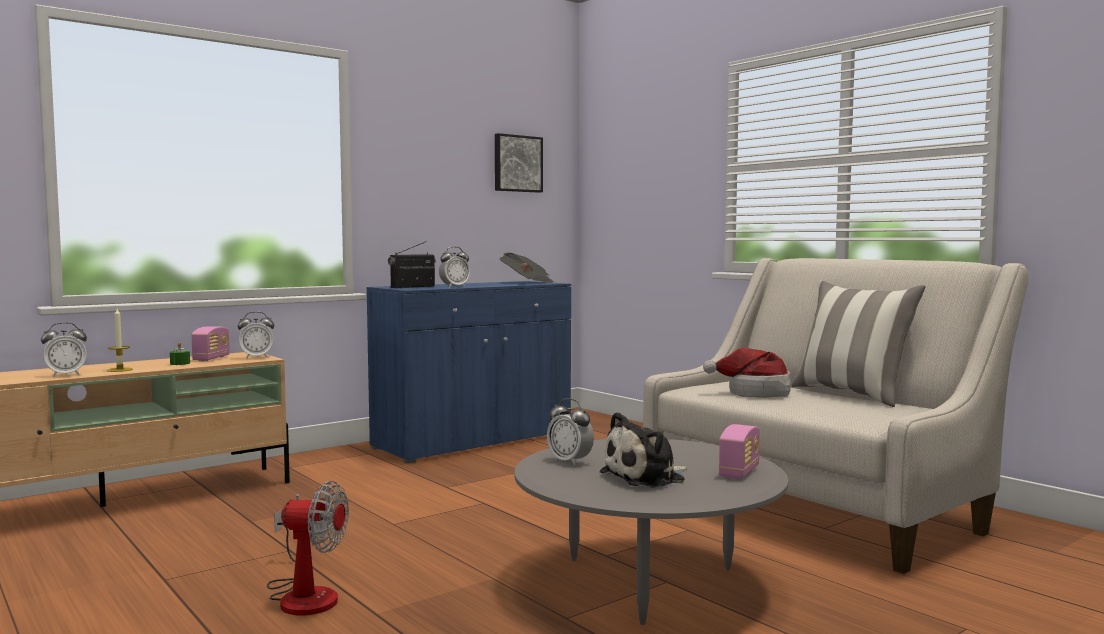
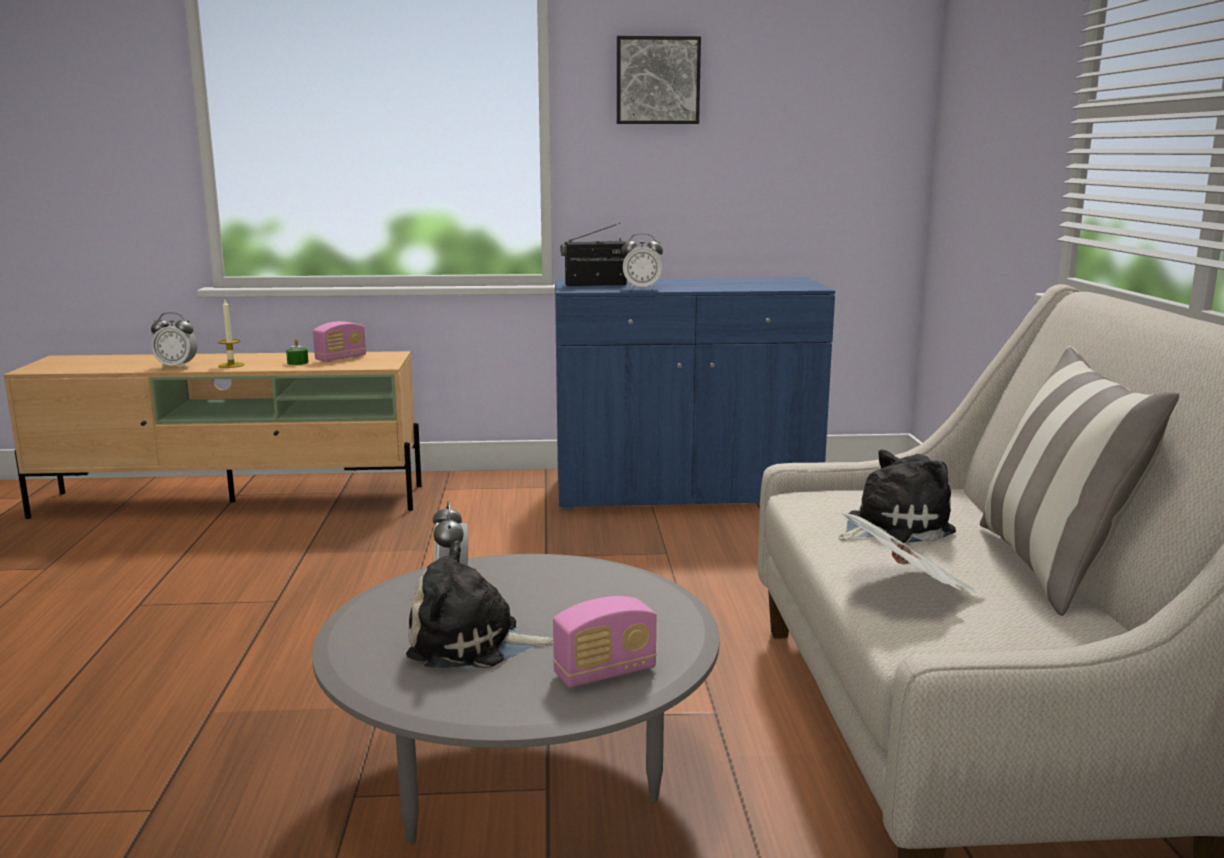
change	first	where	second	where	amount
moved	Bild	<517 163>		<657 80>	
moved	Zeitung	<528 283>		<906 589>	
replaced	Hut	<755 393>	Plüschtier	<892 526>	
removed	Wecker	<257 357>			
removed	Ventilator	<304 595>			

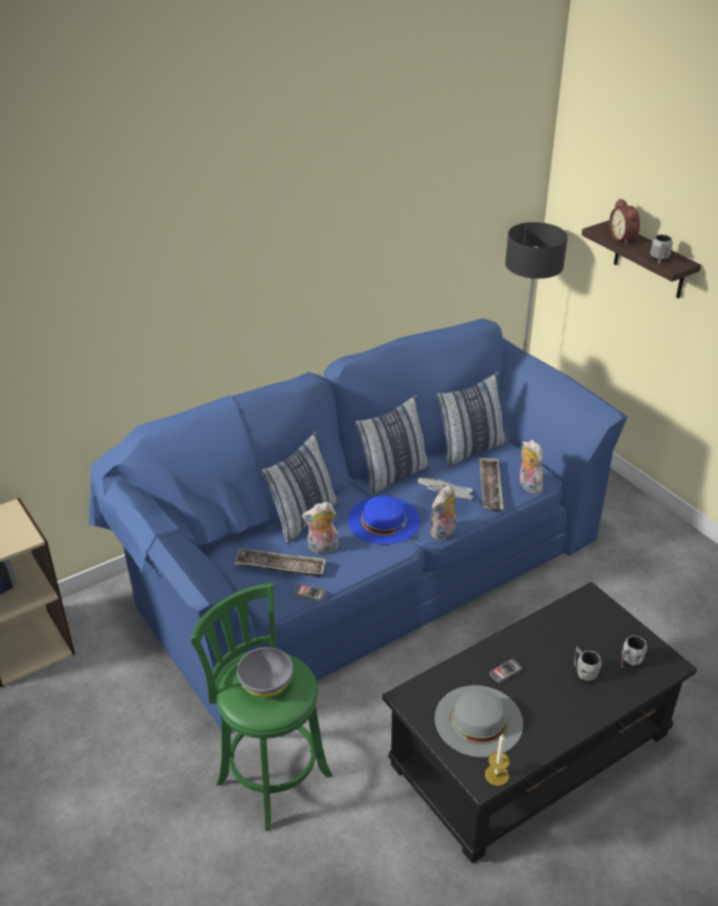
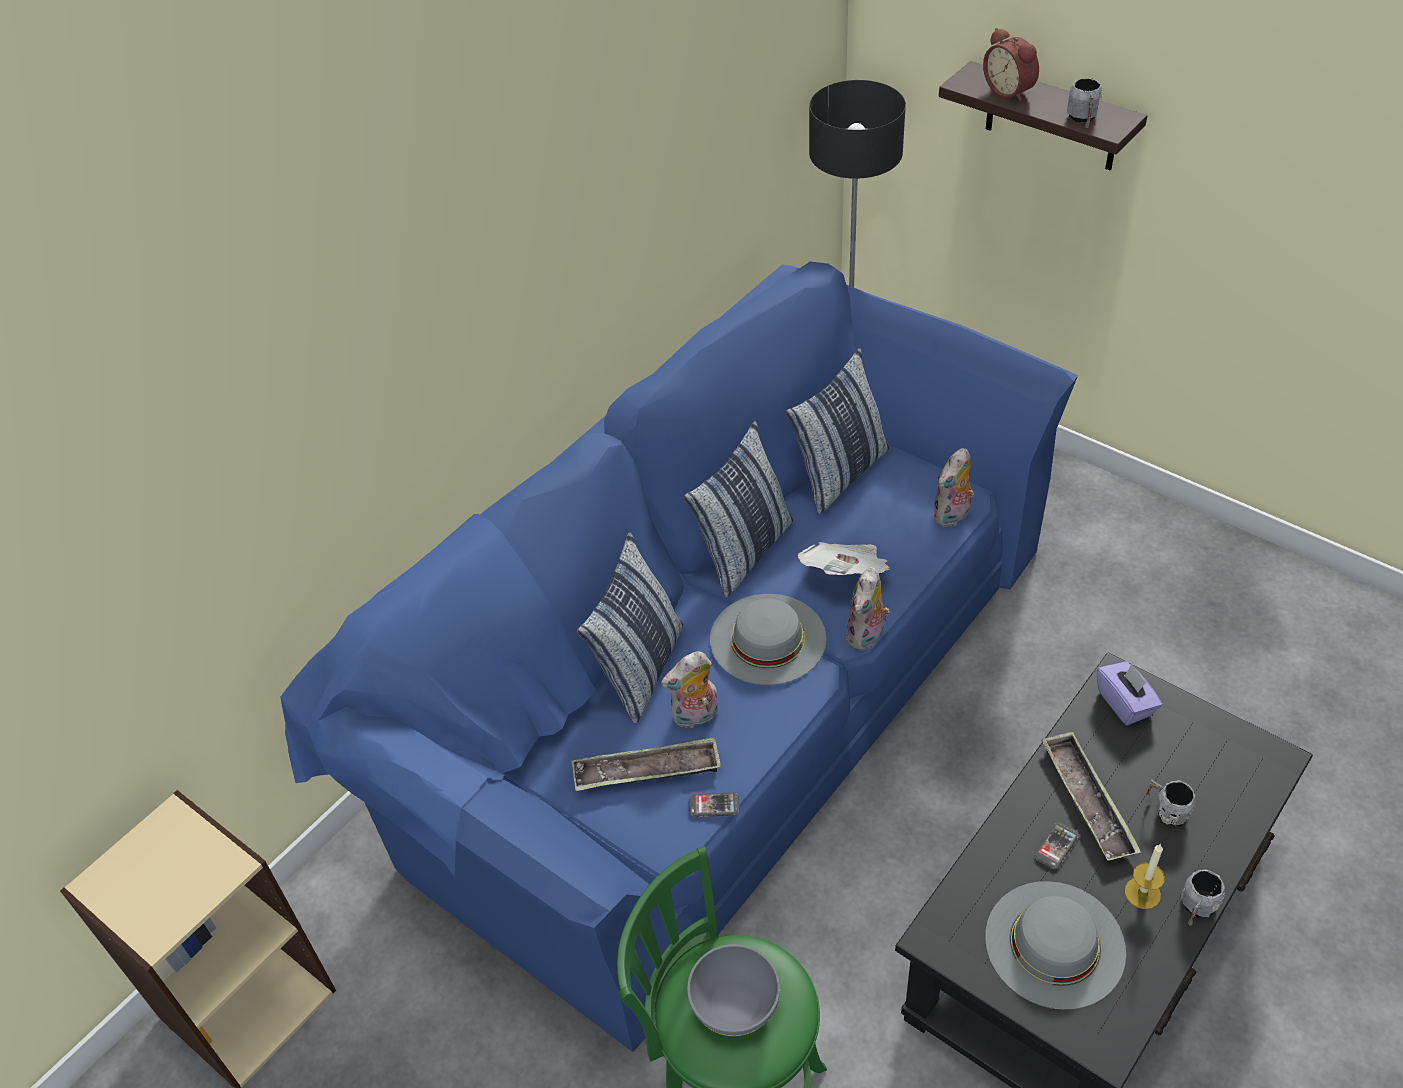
change	first	where	second	where	amount
recoloured	Hut (blau)	<384 520>	Hut (grau)	<768 638>	
turned	Plüschtier	<528 485>		<952 516>	90 degrees counterclockwise
moved	Tablett	<490 488>		<1087 800>	
added			Taschentuchbox (lila)	<1125 703>	
moved	Kerze	<497 775>		<1142 893>	
moved	Henkelbecher (grau)	<629 661>		<1196 909>	

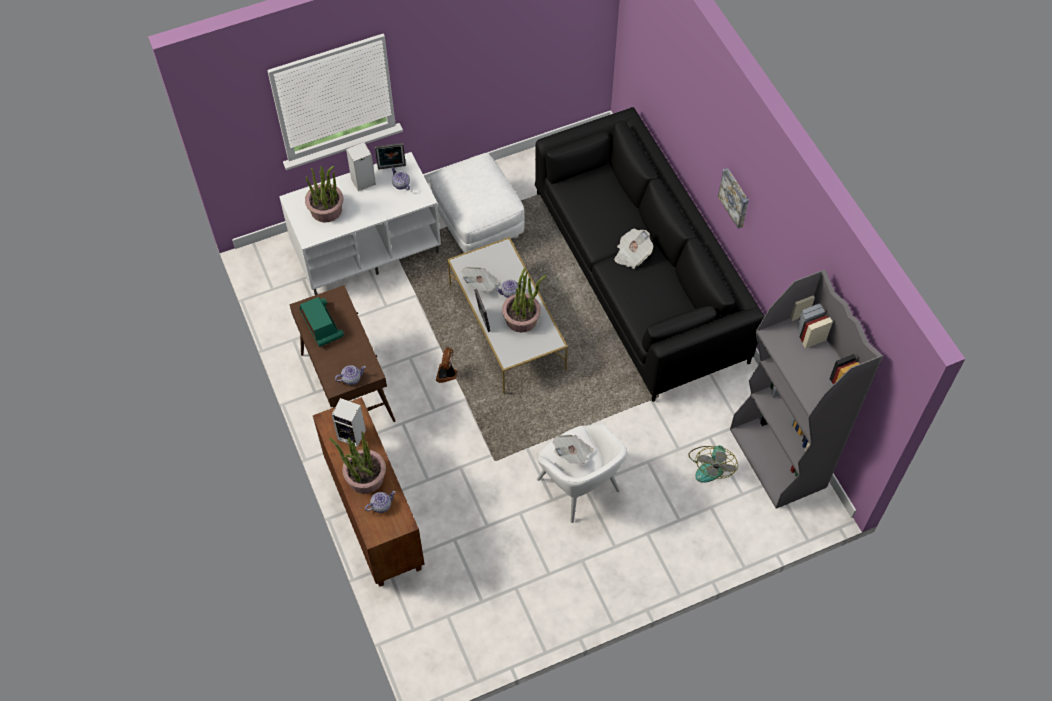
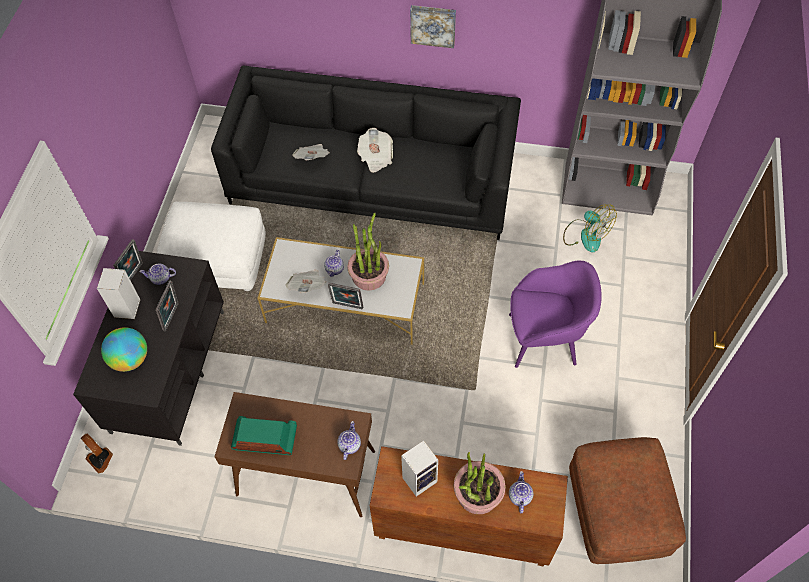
change	first	where	second	where	amount
recoloured	Fernsehschrank (weiß)	<367 249>	Fernsehschrank (schwarz)	<168 369>	
moved	Ventilator	<447 373>		<101 458>	
replaced	Topfpflanze	<326 210>	Globus	<130 359>	
added			Bilderrahmen	<173 317>	
moved	Zeitung	<573 454>		<312 158>	
recoloured	Sessel (weiß)	<579 486>	Sessel (lila)	<544 339>	
added			Polsterhocker (braun)	<616 512>	

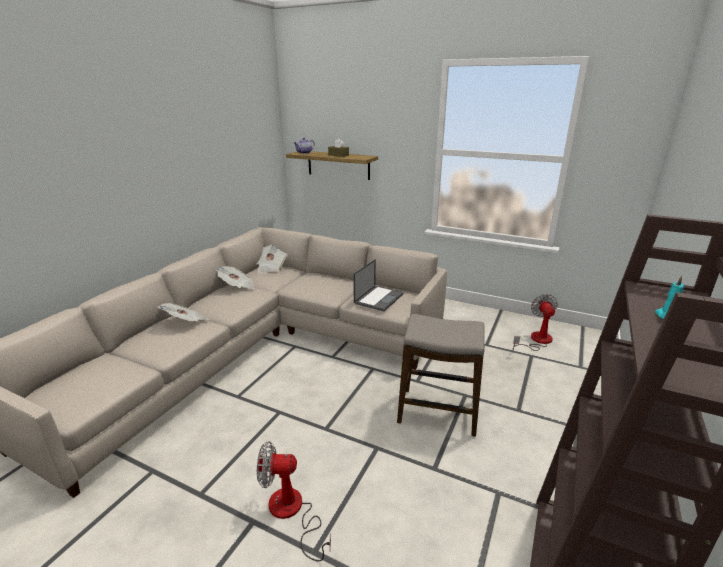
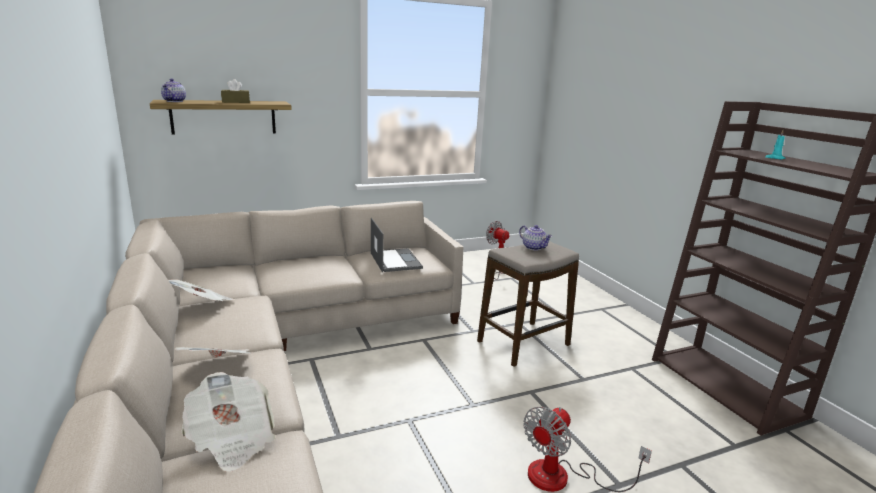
change	first	where	second	where	amount
moved	Zeitung	<271 267>		<232 439>	
added			Teekanne	<534 247>	

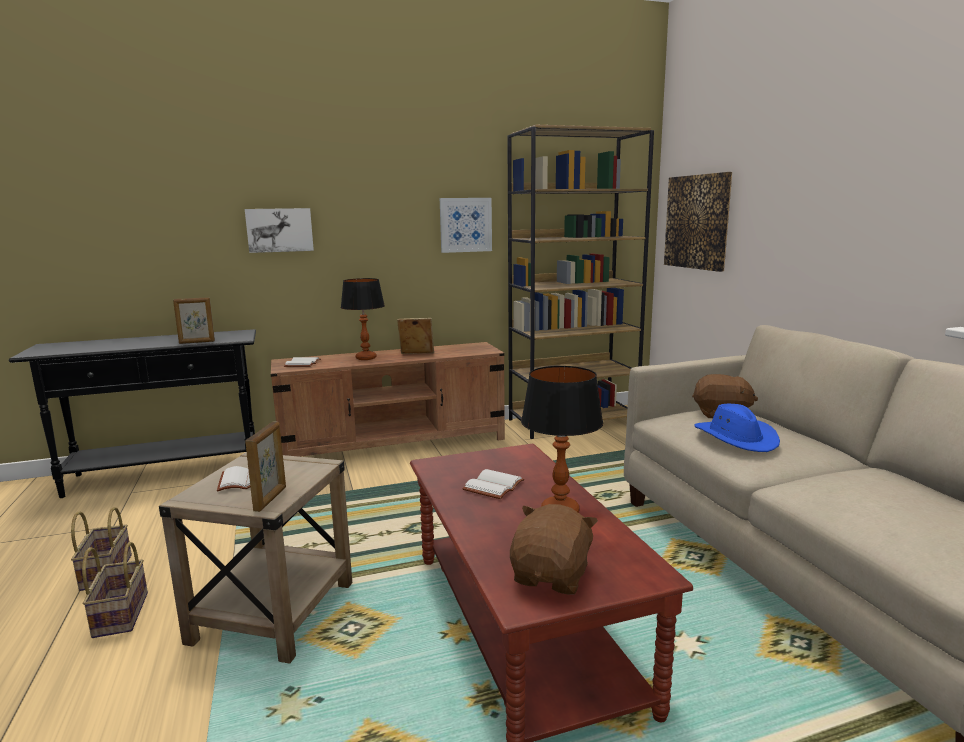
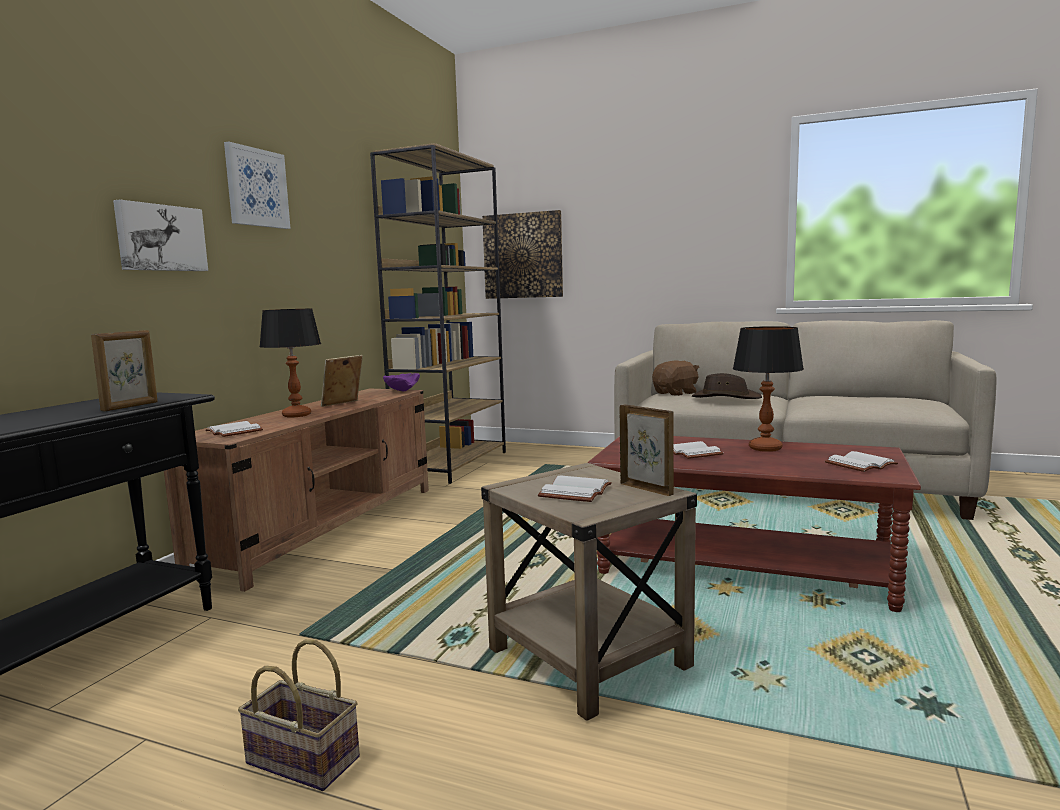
change	first	where	second	where	amount
moved	Bild	<465 225>		<256 188>	
added			Schüssel (lila)	<401 391>	
recoloured	Hut (blau)	<736 438>	Hut (braun)	<725 398>	
replaced	Plüschtier (braun)	<552 576>	Buch (weiß)	<861 465>	
removed	Korb	<120 613>			

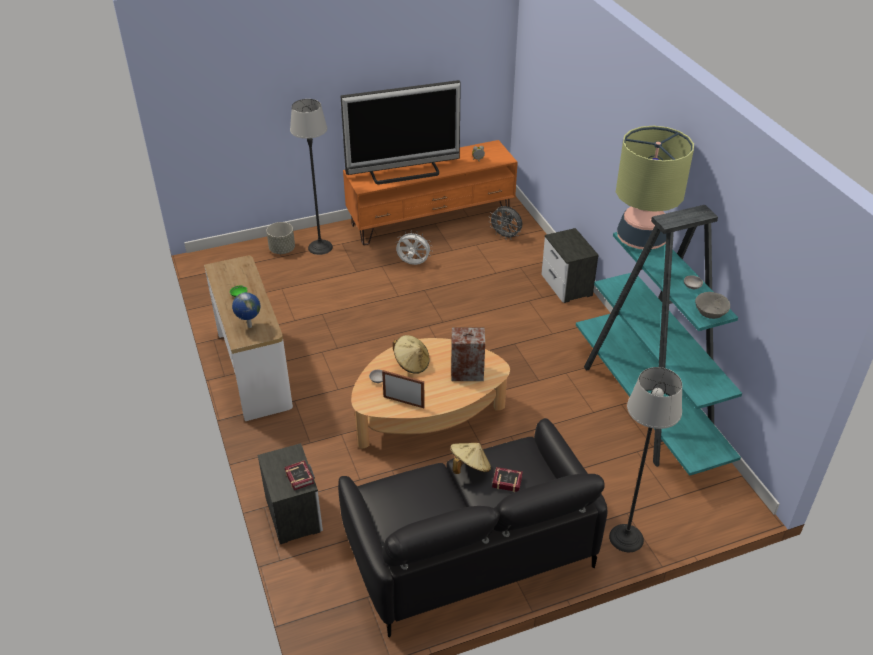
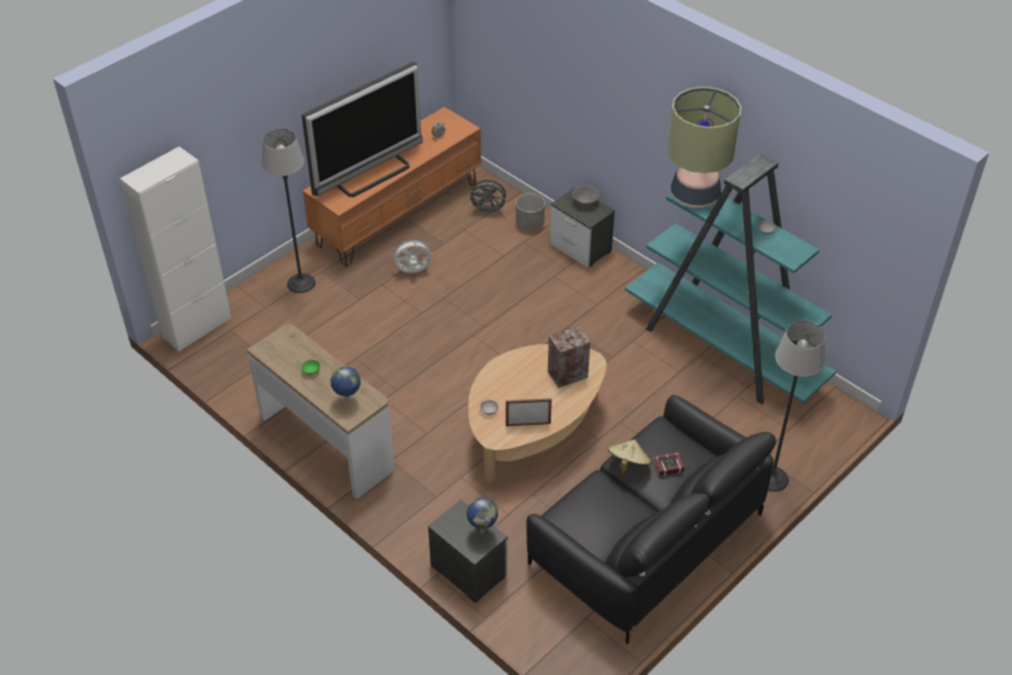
change	first	where	second	where	amount
added			Schrank (weiß)	<197 327>	
replaced	Buch	<299 476>	Globus	<482 530>	
moved	Pflanzkübel (grau)	<282 249>		<530 223>	
moved	Schüssel (grau)	<709 313>		<585 202>	
removed	Hut (beige)	<411 363>			

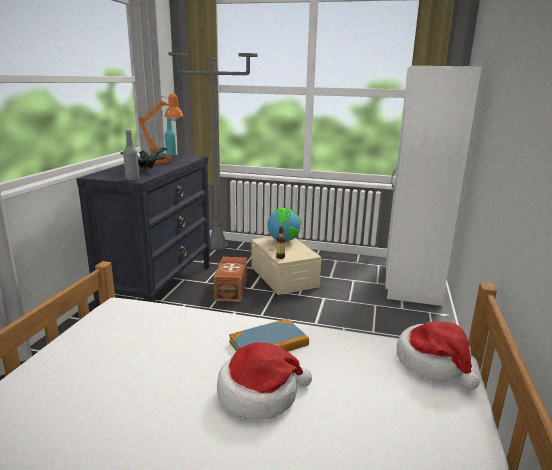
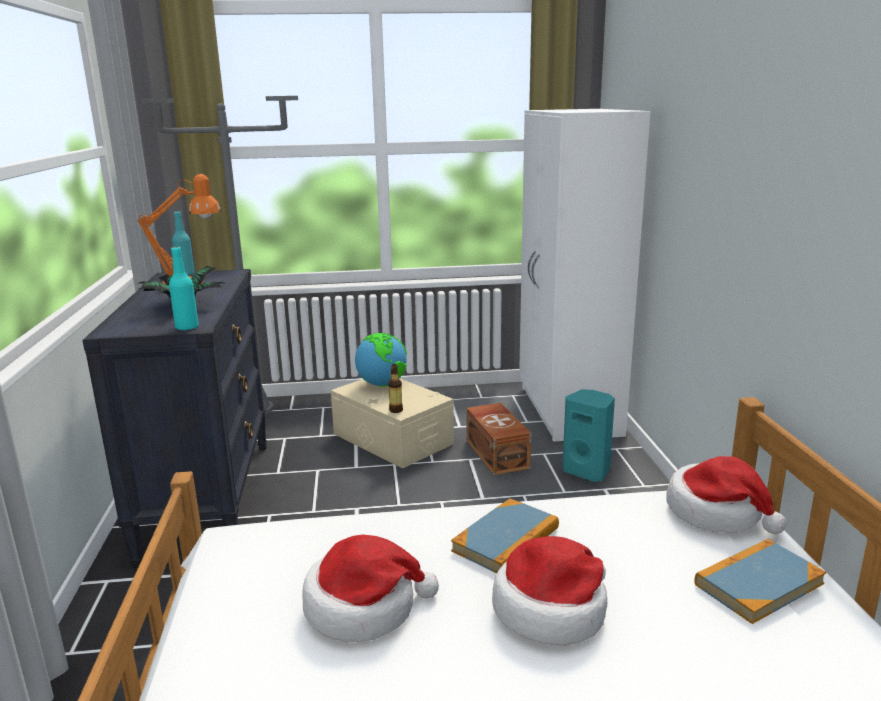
change	first	where	second	where	amount
recoloured	Flasche (grau)	<132 179>	Flasche (türkis)	<187 327>	
added			Hut	<364 607>	
moved	Aufbewahrungsbox (braun)	<232 289>		<497 453>	
added			Lautsprecher (türkis)	<587 471>	
added			Buch	<758 584>	

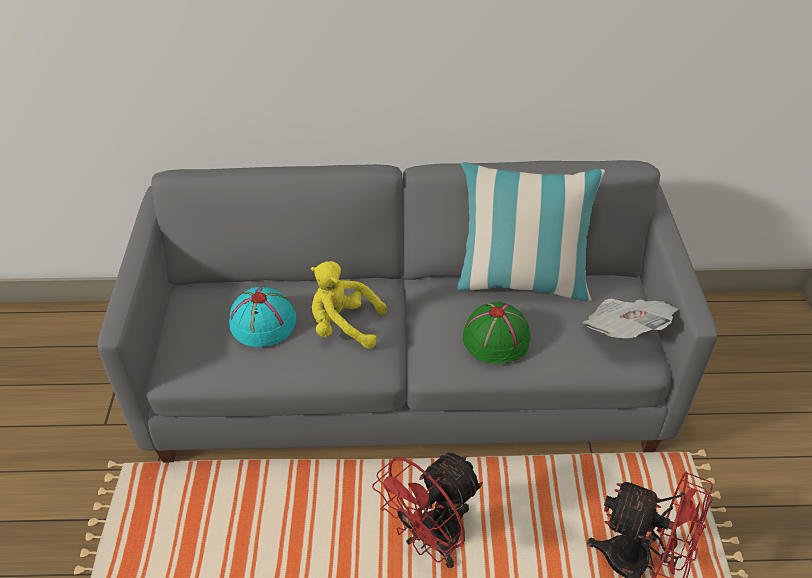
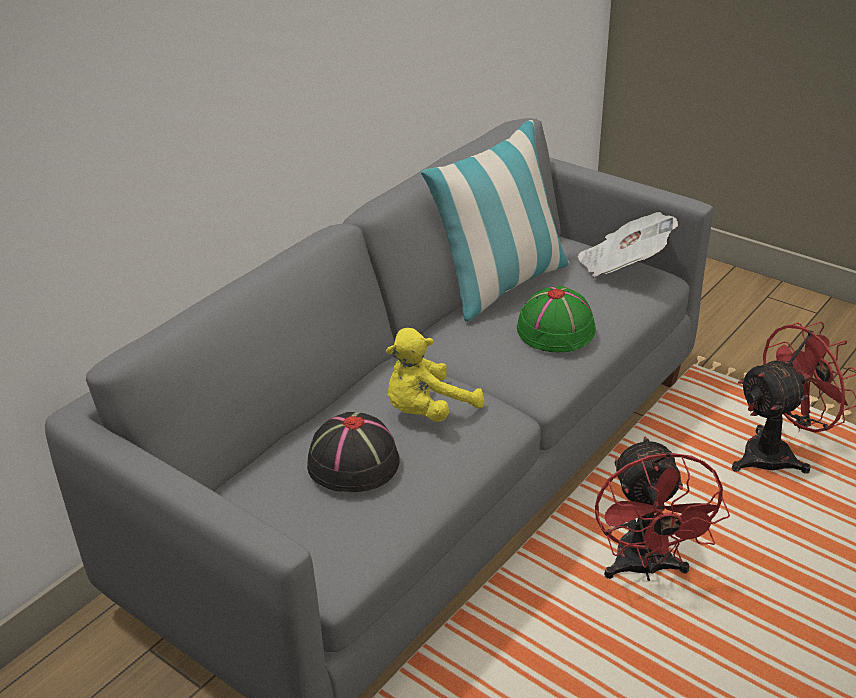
change	first	where	second	where	amount
recoloured	Hut (türkis)	<262 322>	Hut (schwarz)	<352 463>	

